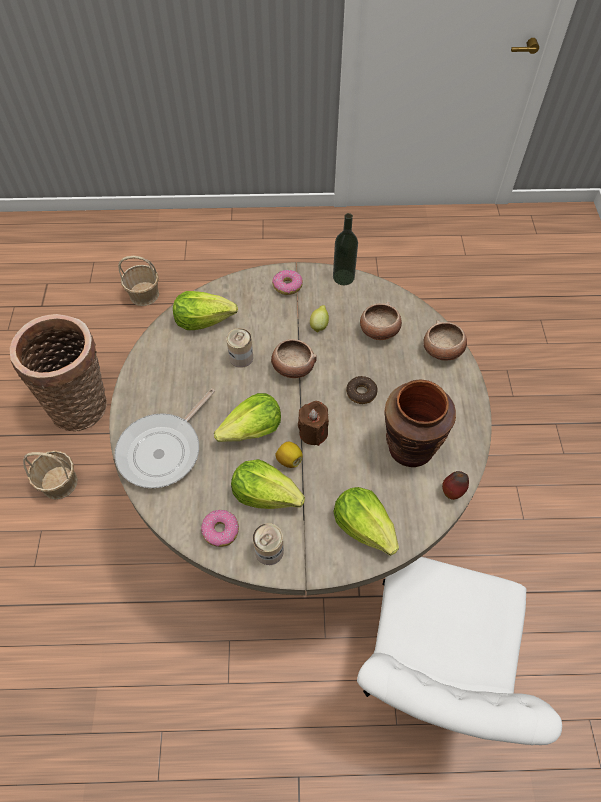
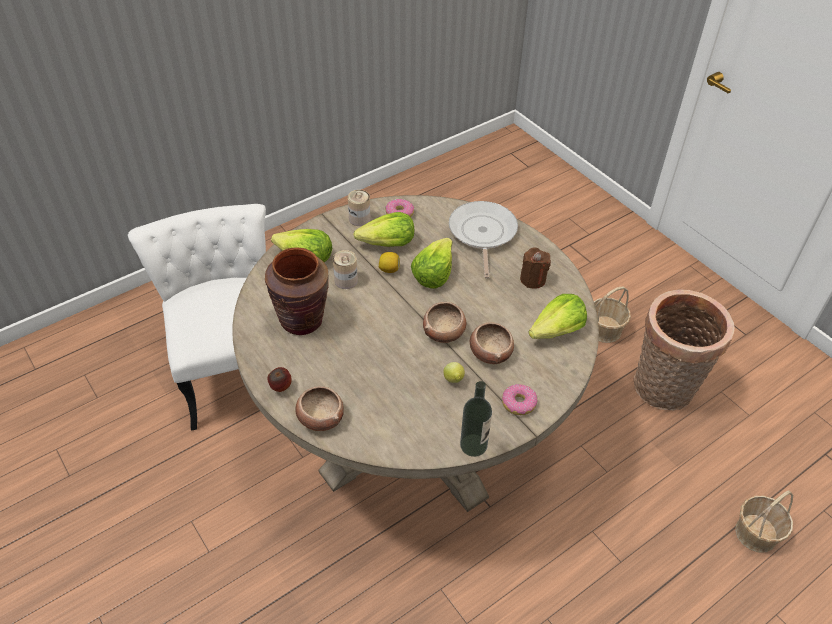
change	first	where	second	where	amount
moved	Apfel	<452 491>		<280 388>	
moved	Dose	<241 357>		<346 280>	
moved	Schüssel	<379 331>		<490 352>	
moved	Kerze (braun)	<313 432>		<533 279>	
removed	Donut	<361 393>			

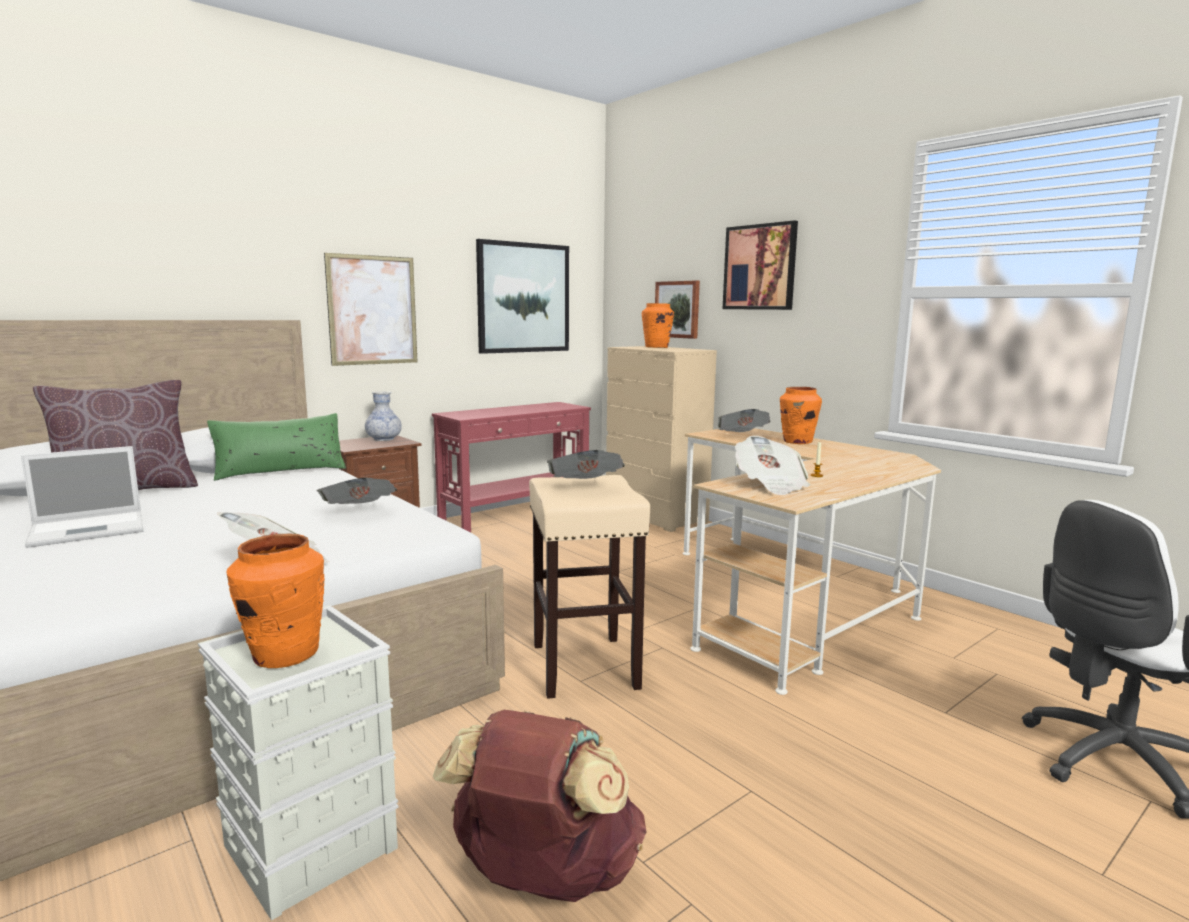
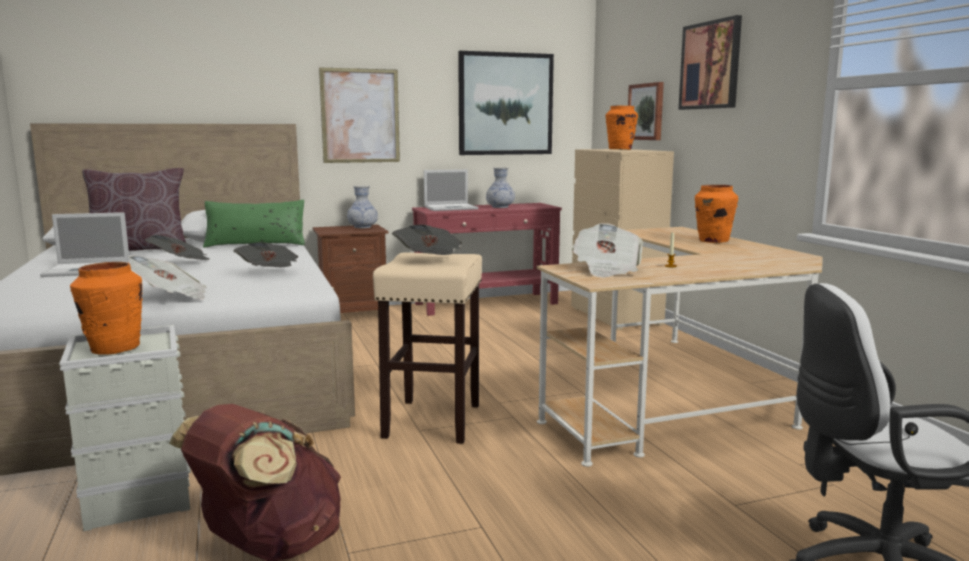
change	first	where	second	where	amount
moved	Zeitung	<742 436>		<181 264>	
added			Laptop	<451 208>	
added			Vase	<500 207>	

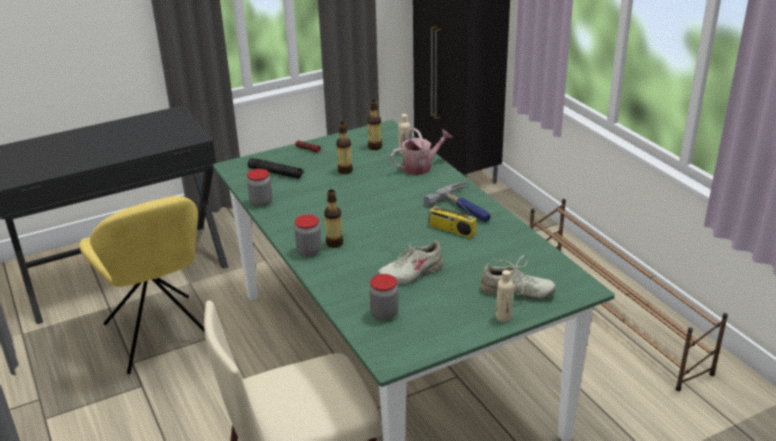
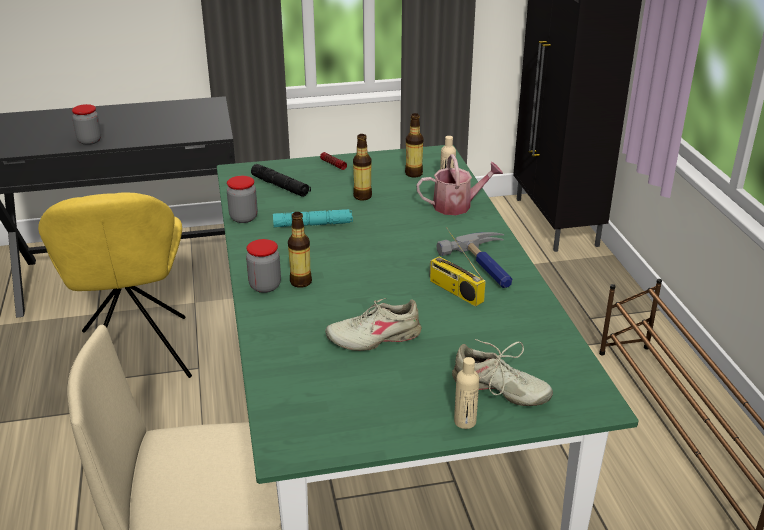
change	first	where	second	where	amount
moved	Vorratsglas	<384 314>		<89 141>	
added			Taschenlampe (türkis)	<313 224>	

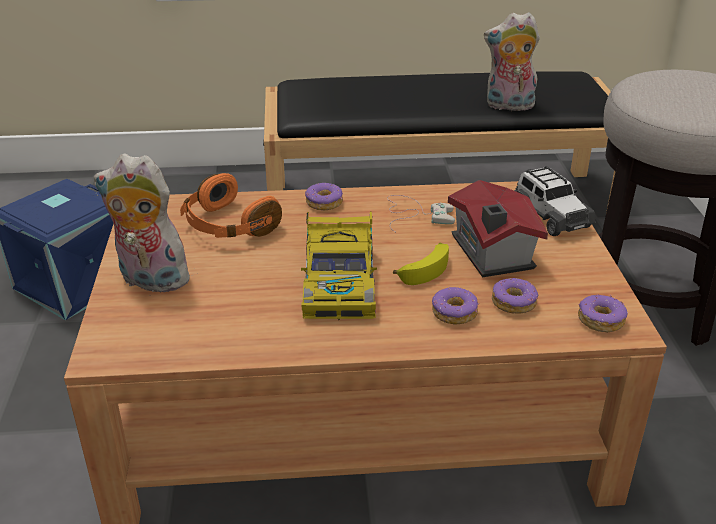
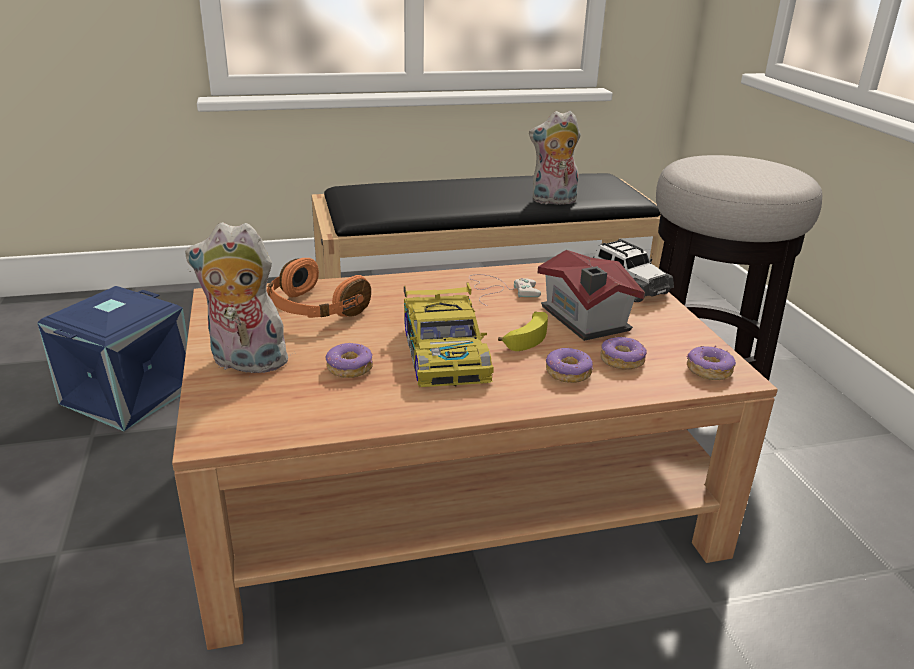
change	first	where	second	where	amount
moved	Donut	<324 203>		<350 368>	

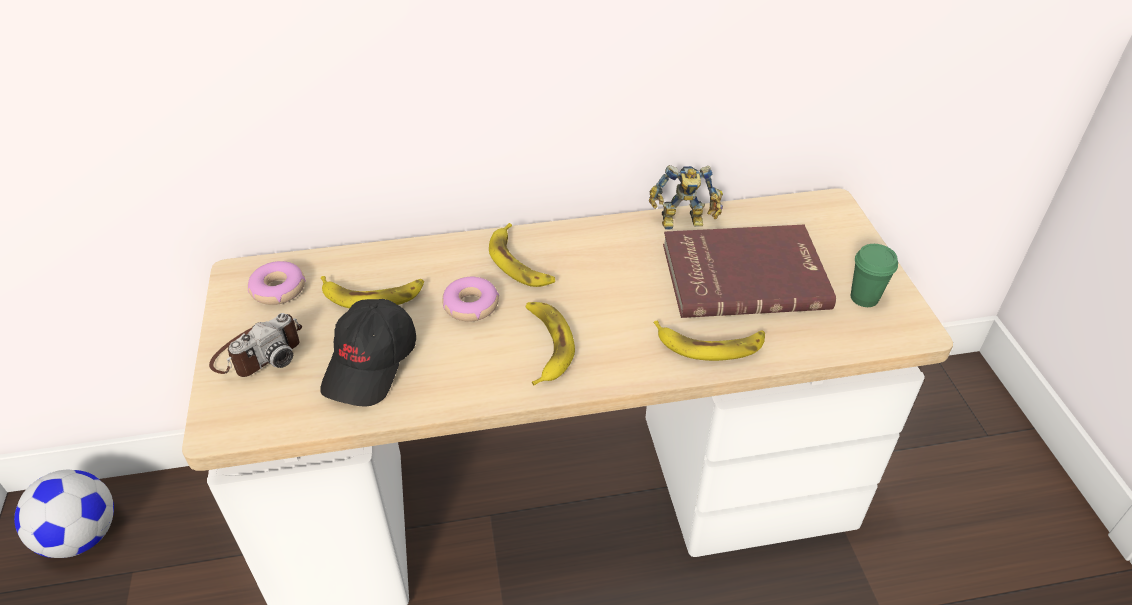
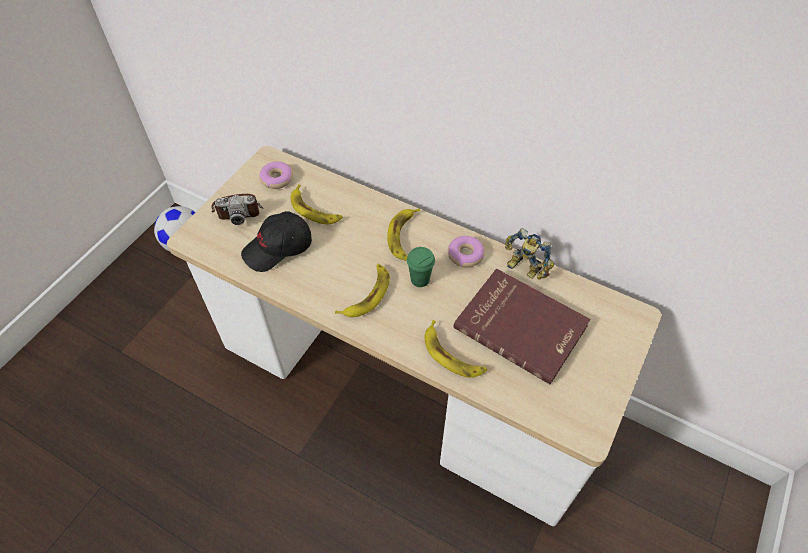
change	first	where	second	where	amount
moved	Tasse (grün)	<864 298>		<420 279>	
moved	Donut	<470 305>		<465 255>	

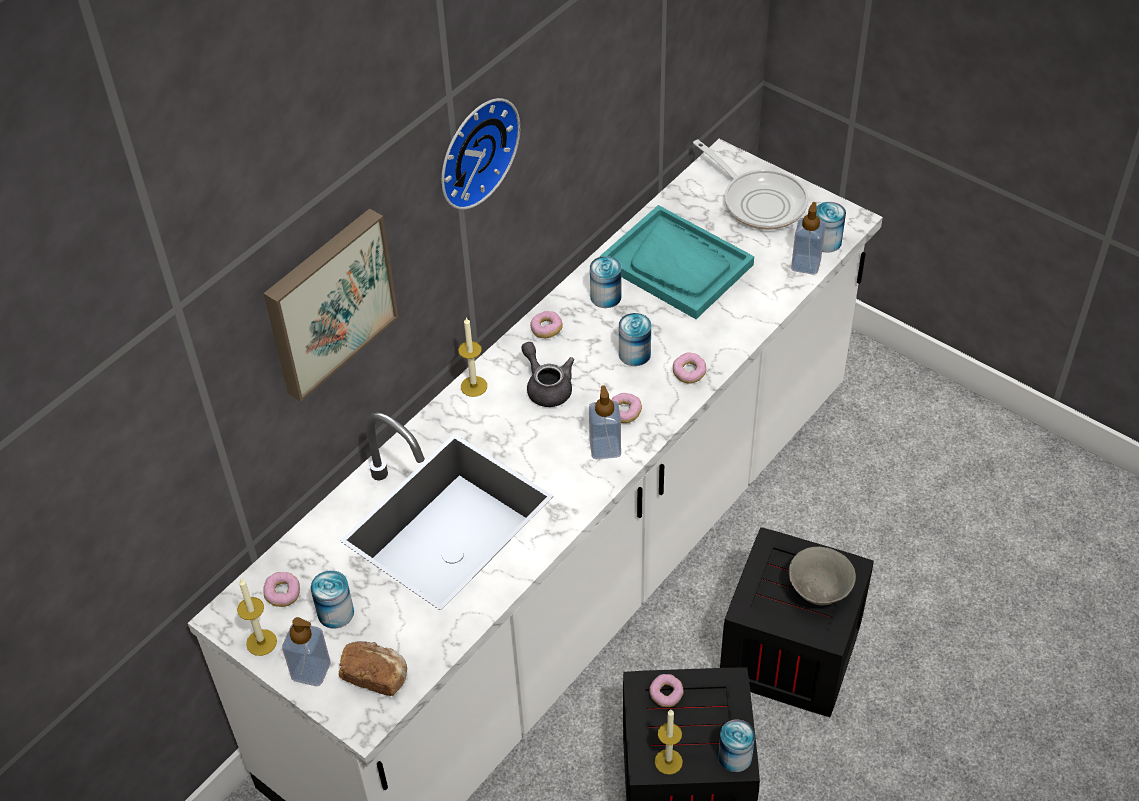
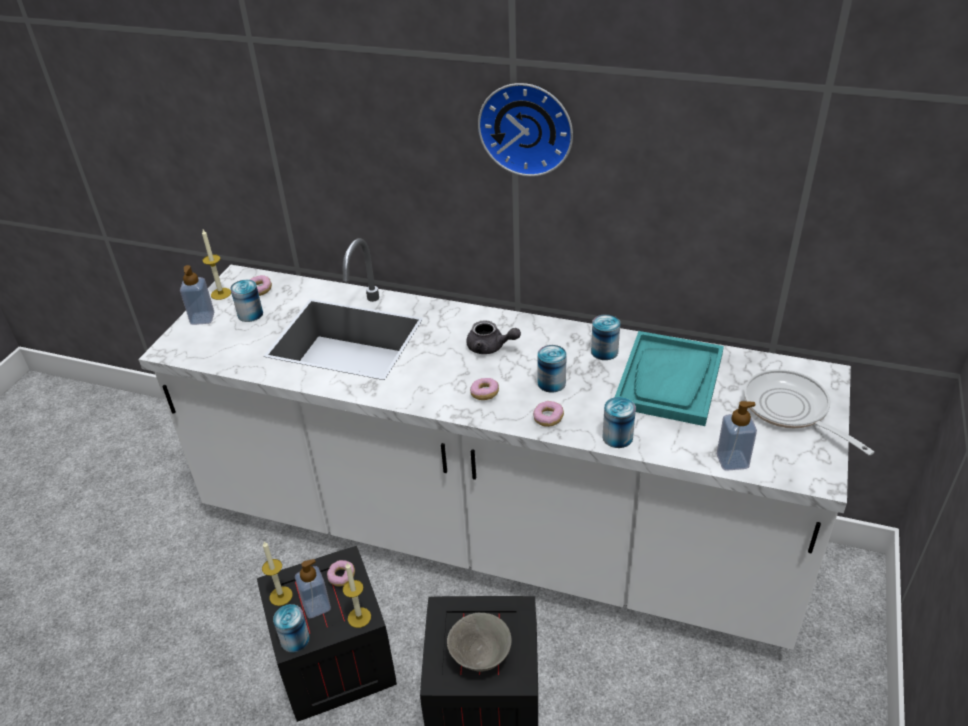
change	first	where	second	where	amount
moved	Seifenspender	<605 448>		<316 606>	
moved	Kerze	<473 386>		<359 617>	
turned	Teekanne (grau)	<547 387>		<490 347>	75 degrees clockwise
moved	Dose	<826 241>		<617 437>	
turned	Pfanne	<759 201>		<790 410>	120 degrees clockwise
removed	Bild	<328 302>			
removed	Brot	<375 675>			
removed	Donut	<546 330>			

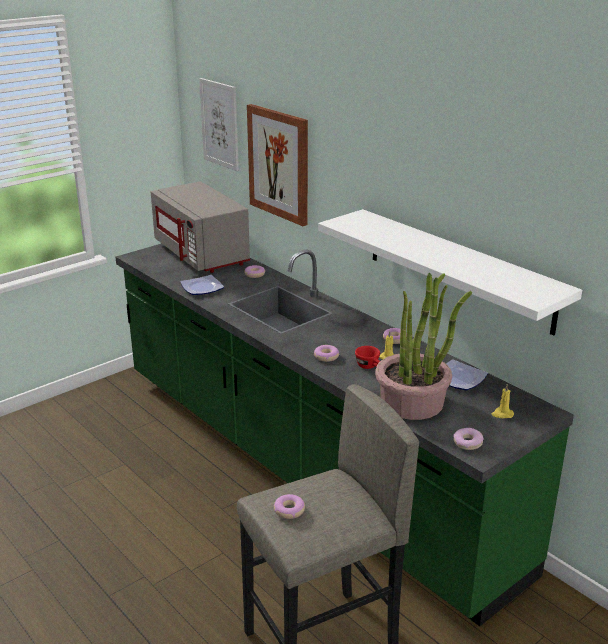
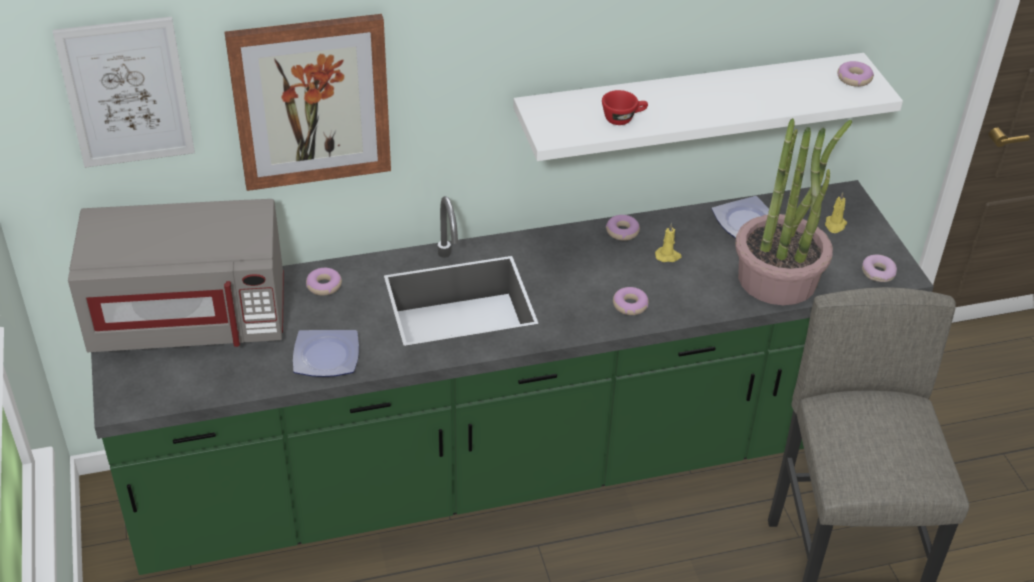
change	first	where	second	where	amount
moved	Tasse (rot)	<369 367>		<623 118>	
moved	Donut	<289 510>		<854 78>	

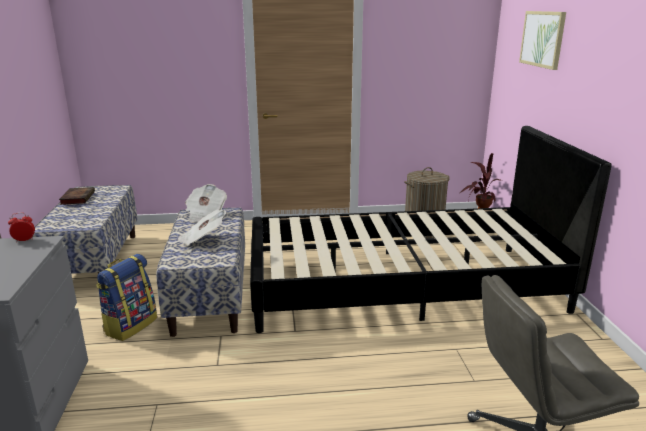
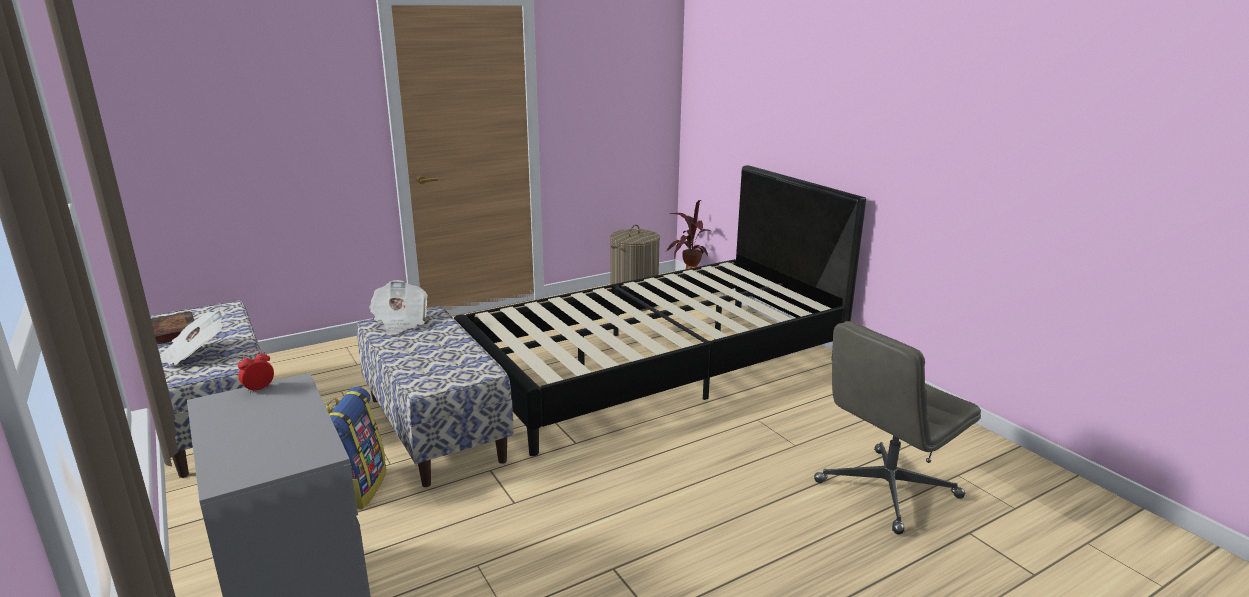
change	first	where	second	where	amount
moved	Zeitung	<202 239>		<194 354>	
removed	Bild	<542 39>			

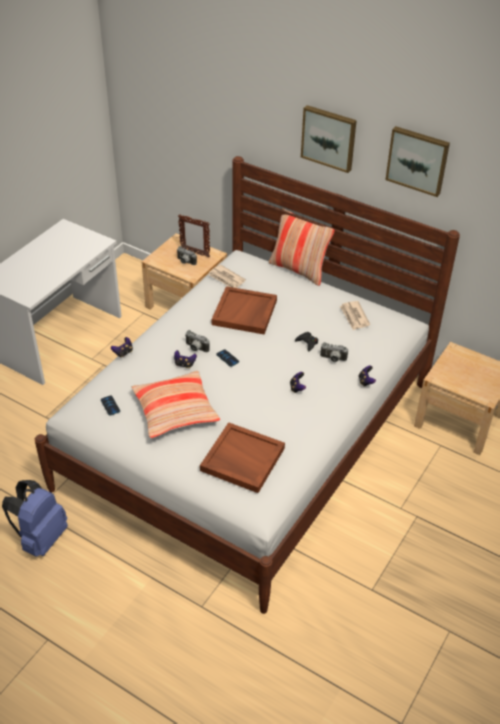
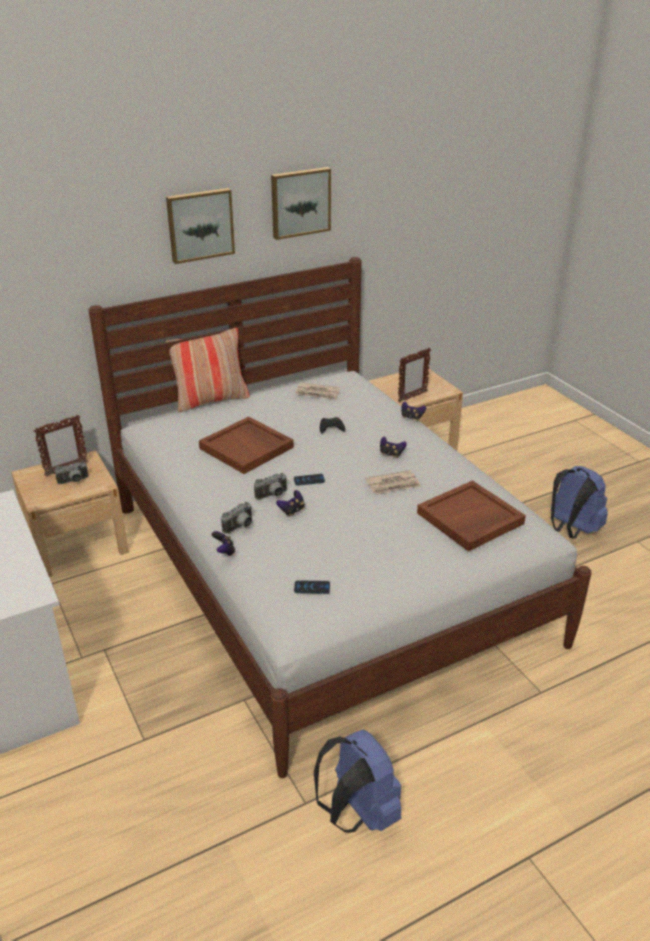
change	first	where	second	where	amount
moved	Kamera	<333 359>		<240 527>	
moved	Zeitung	<226 279>		<393 484>	
added			Bilderrahmen	<412 397>	
added			Rucksack (blau)	<571 529>	
removed	Kissen	<175 411>			

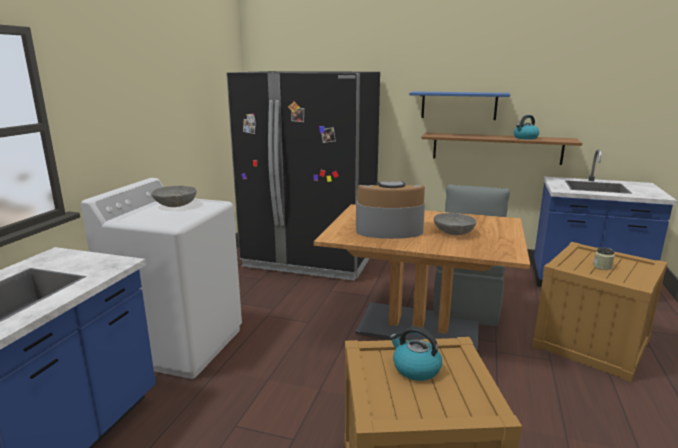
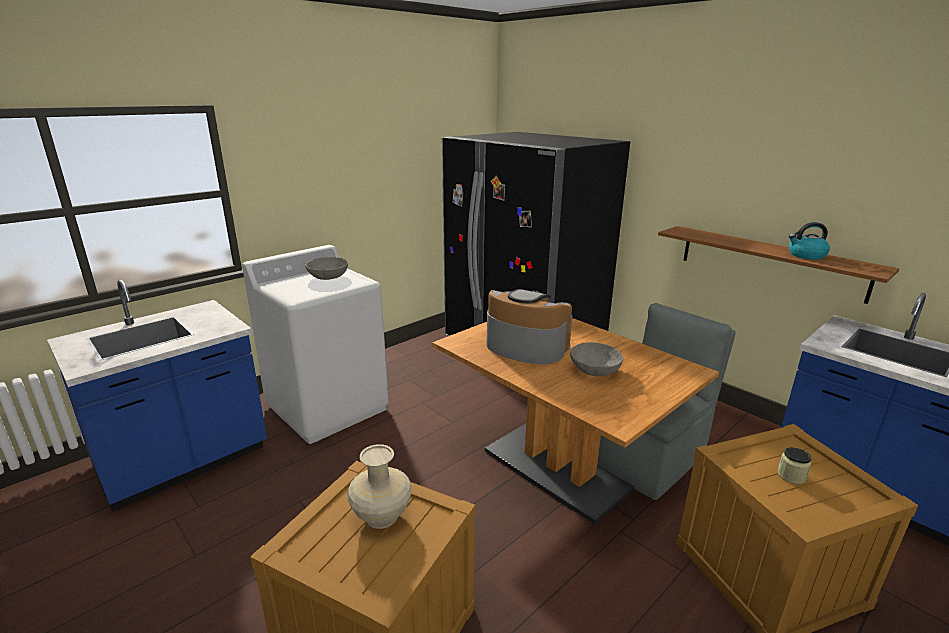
change	first	where	second	where	amount
replaced	Wasserkessel	<415 368>	Vase (beige)	<381 517>	
removed	Wandregal (blau)	<458 105>			

